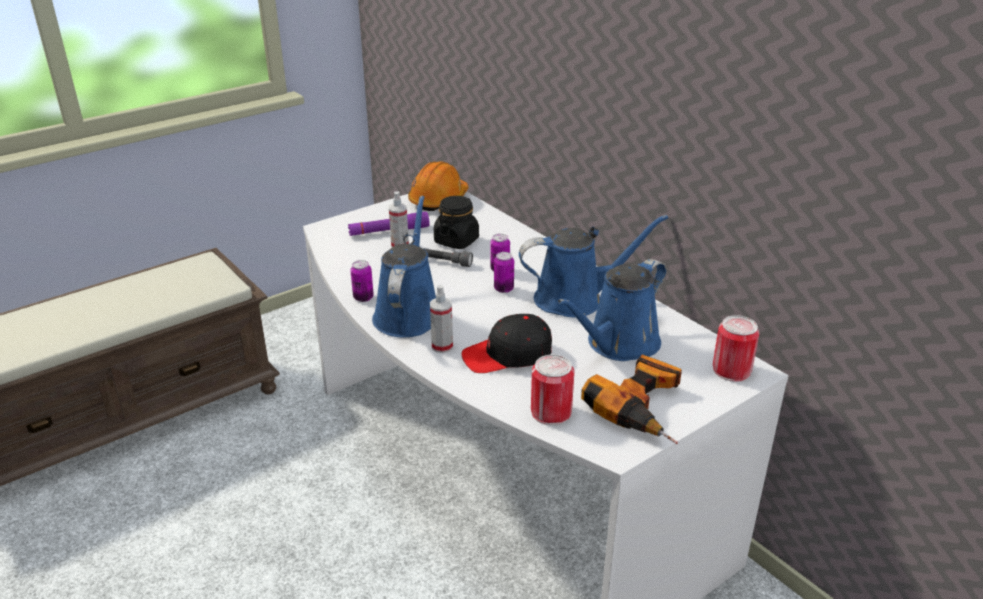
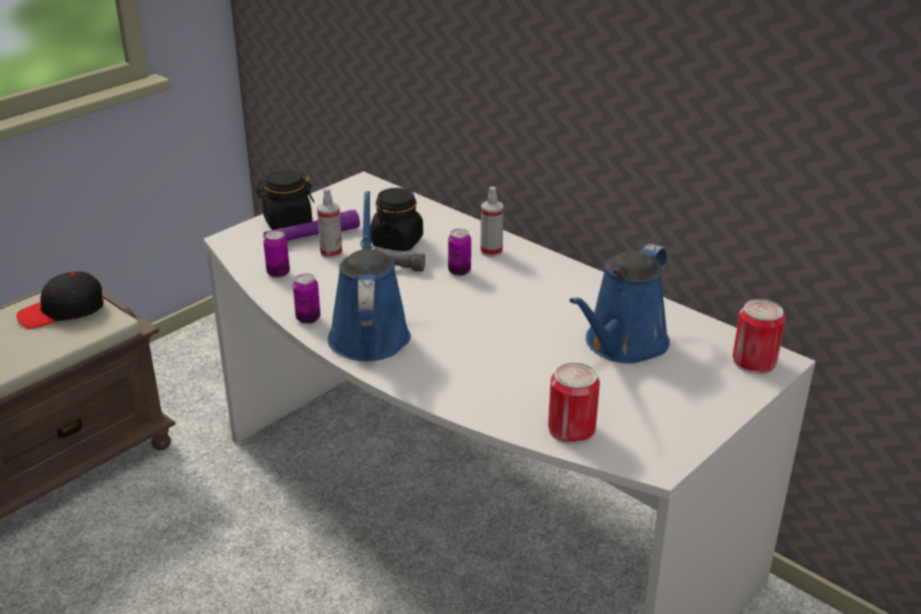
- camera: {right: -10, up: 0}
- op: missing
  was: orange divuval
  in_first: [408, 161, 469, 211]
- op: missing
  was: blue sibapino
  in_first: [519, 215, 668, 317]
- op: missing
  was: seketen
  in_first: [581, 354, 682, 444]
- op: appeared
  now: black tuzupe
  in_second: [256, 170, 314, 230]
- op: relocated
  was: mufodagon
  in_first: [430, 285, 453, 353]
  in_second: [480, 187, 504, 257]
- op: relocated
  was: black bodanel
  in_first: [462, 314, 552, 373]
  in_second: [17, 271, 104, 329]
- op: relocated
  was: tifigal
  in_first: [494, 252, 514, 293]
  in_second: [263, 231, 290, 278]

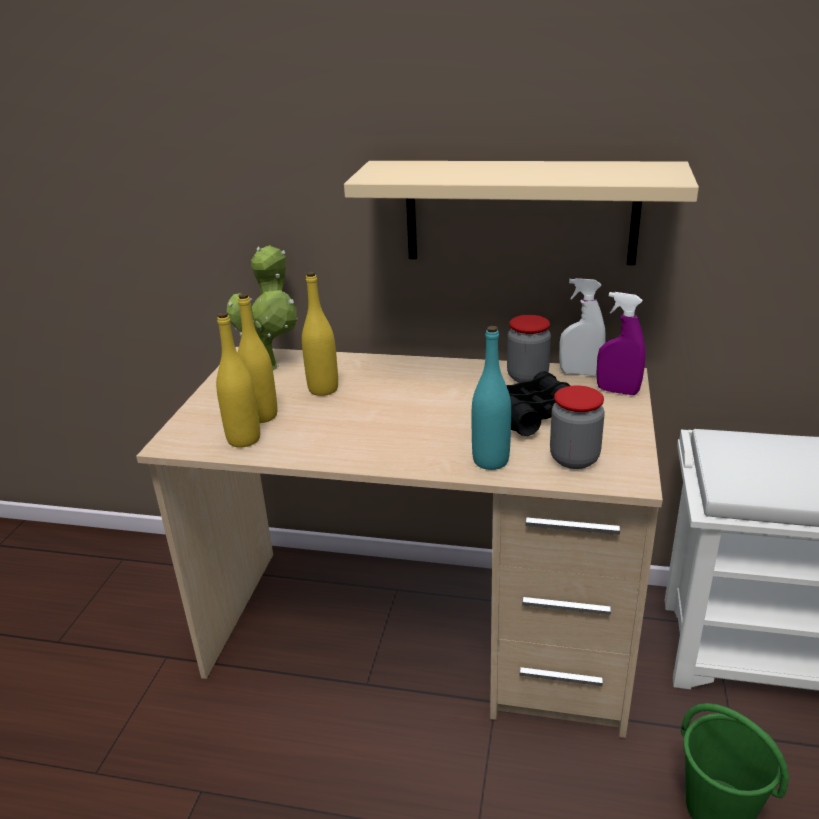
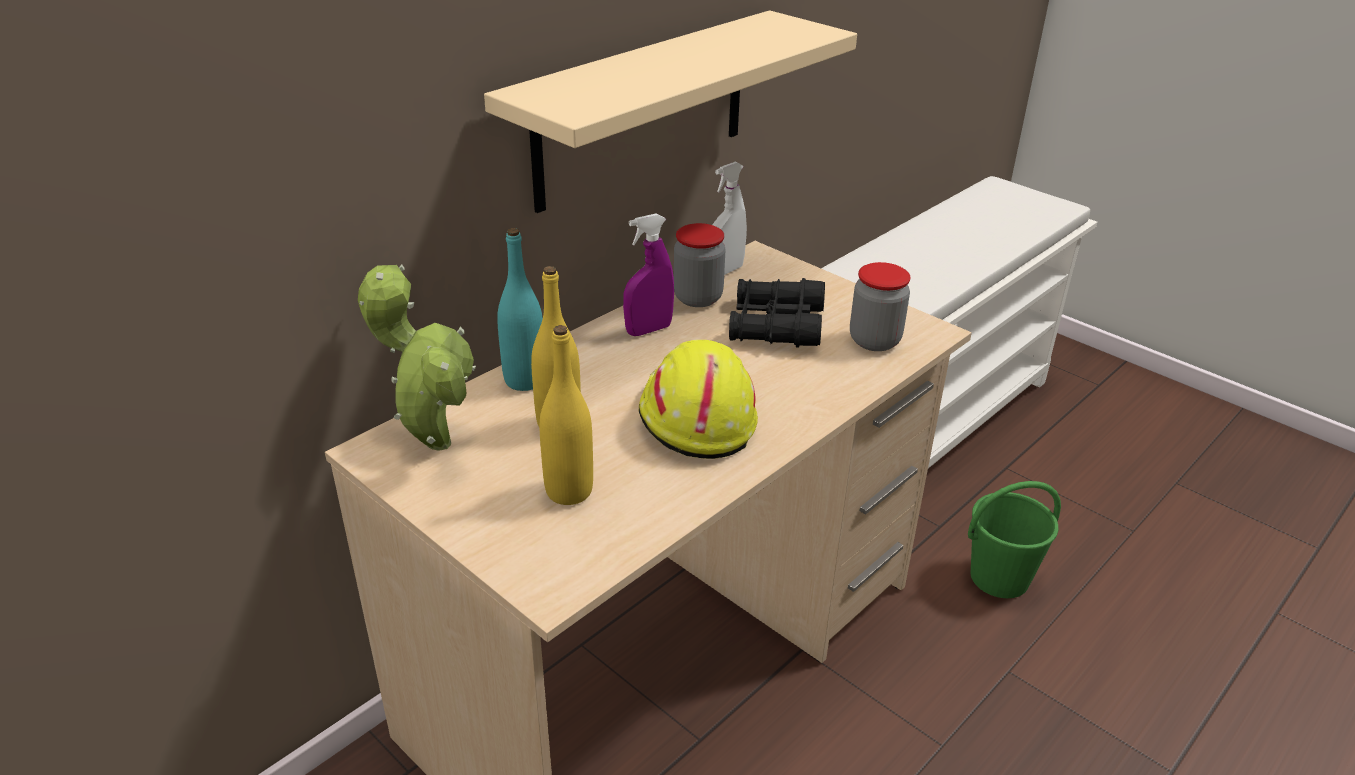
- camera: {right: -60, up: 5}
- op: missing
  was: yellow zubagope
  in_first: [216, 312, 260, 448]
- op: appeared
  now: yellow divuval
  in_second: [639, 340, 758, 459]
- op: relocated
  was: turquoise zubagope
  in_first: [472, 326, 511, 470]
  in_second: [497, 228, 543, 391]
- op: relocated
  was: purple mufodagon
  in_first: [596, 292, 645, 395]
  in_second: [623, 213, 674, 336]

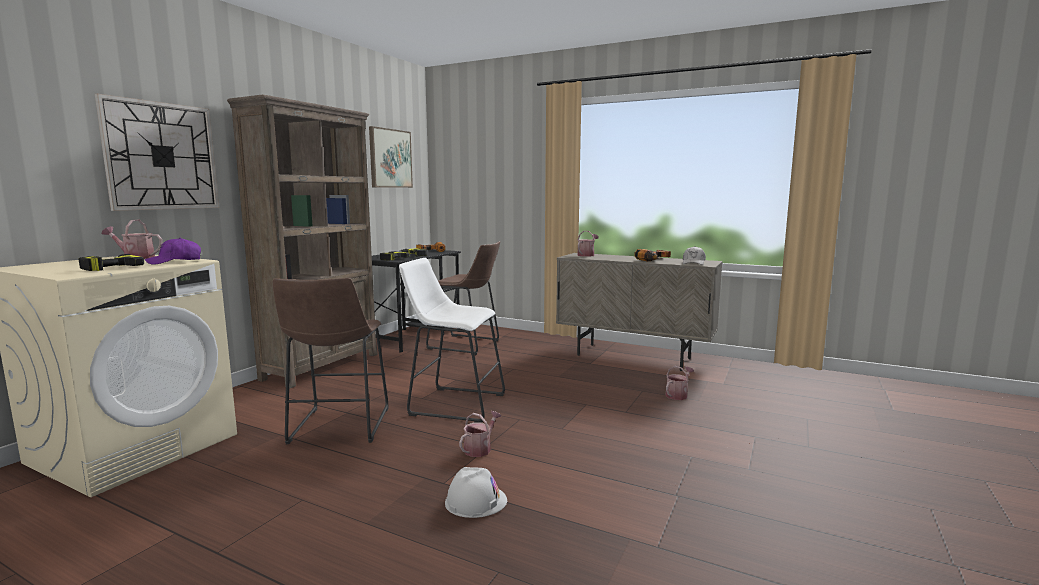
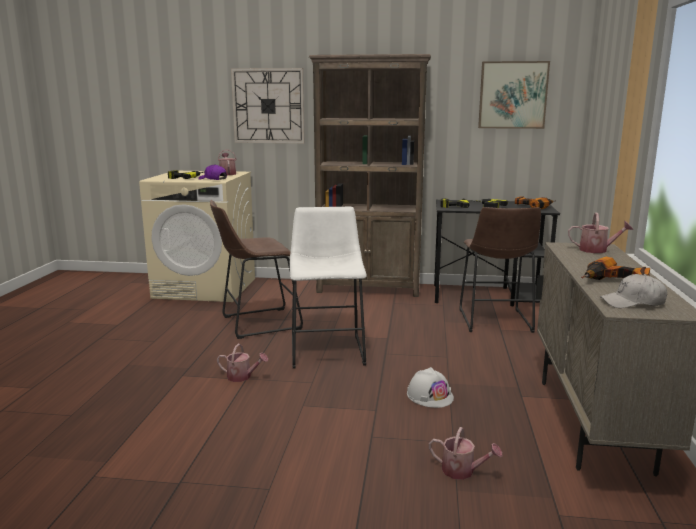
- camera: {right: 70, up: 5}
- op: relocated
  was: white divuval
  in_first: [445, 467, 507, 518]
  in_second: [407, 367, 454, 408]

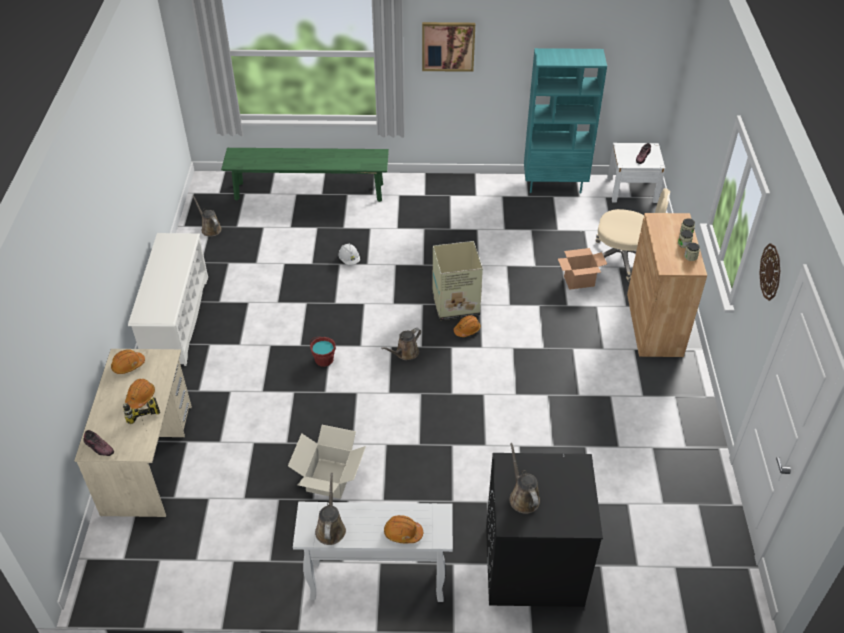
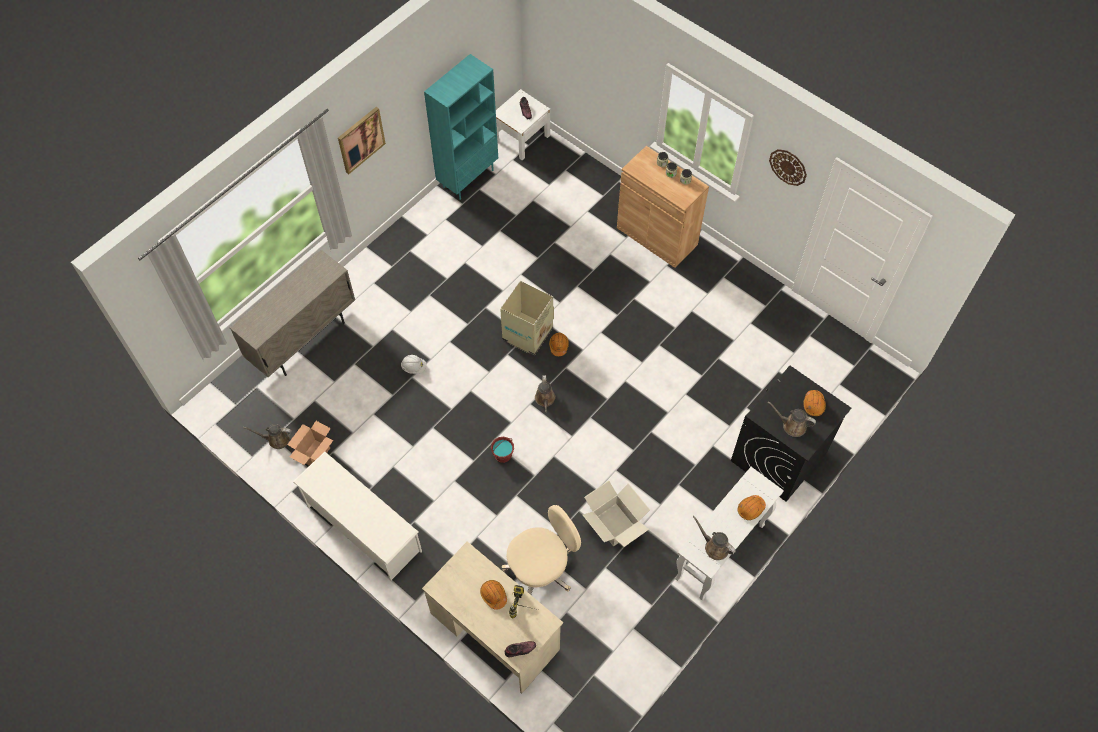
- camera: {right: -50, up: 15}
- op: relocated
  was: orange divuval
  in_first: [111, 349, 145, 374]
  in_second: [804, 390, 826, 416]
- op: relocated
  was: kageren
  in_first: [558, 248, 607, 290]
  in_second: [287, 421, 333, 466]
- op: relocated
  was: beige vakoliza
  in_first: [595, 188, 670, 281]
  in_second: [501, 505, 581, 595]
- op: exchanged
  was: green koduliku
  now: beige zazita
  in_first: [221, 148, 389, 202]
  in_second: [230, 250, 355, 377]

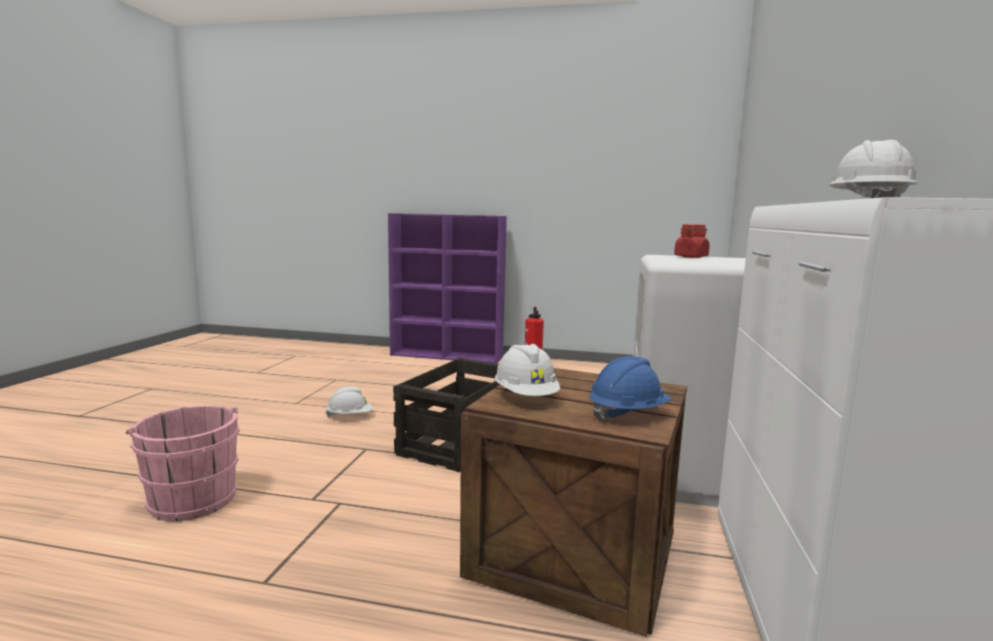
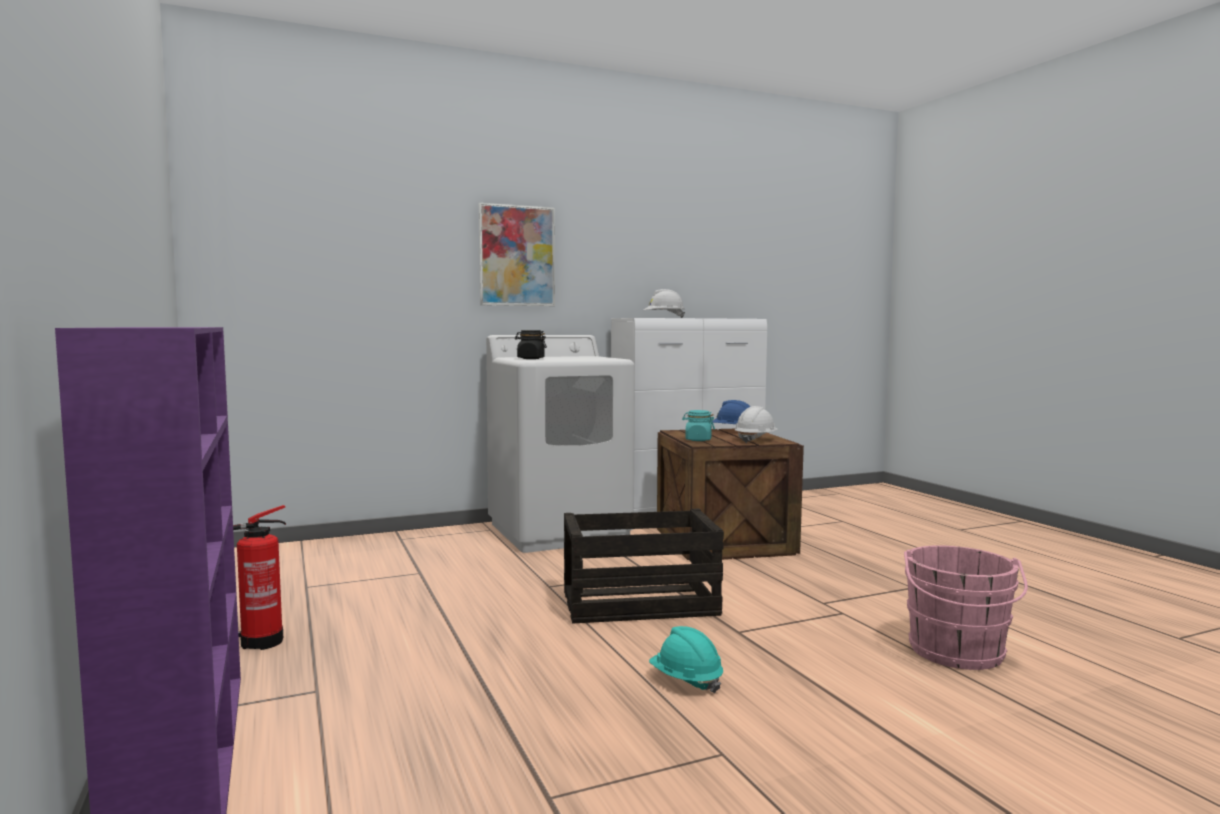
- camera: {right: -125, up: -5}
- op: appeared
  now: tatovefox
  in_second: [479, 203, 555, 306]
- op: appeared
  now: turquoise tuzupe
  in_second: [682, 410, 715, 441]
- op: colour
  was: white divuval
  now: turquoise divuval
  in_first: [325, 386, 373, 417]
  in_second: [649, 626, 723, 693]
- op: colour
  was: red tuzupe
  now: black tuzupe
  in_first: [674, 224, 710, 258]
  in_second: [515, 330, 547, 359]

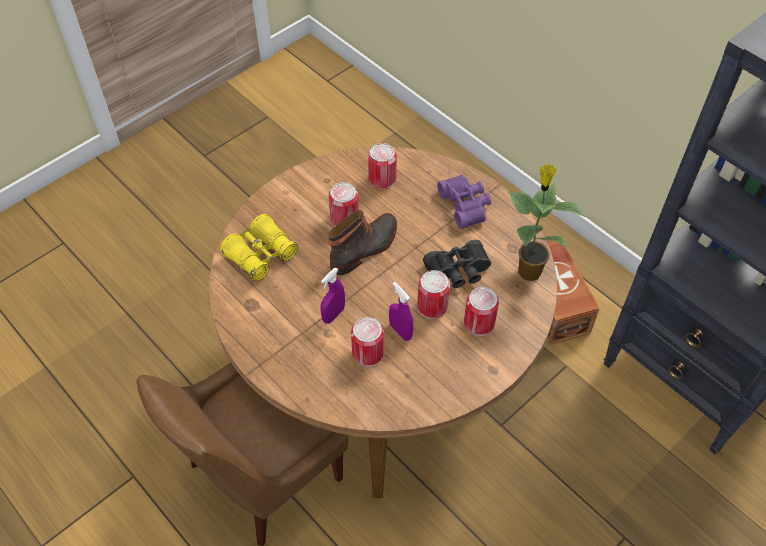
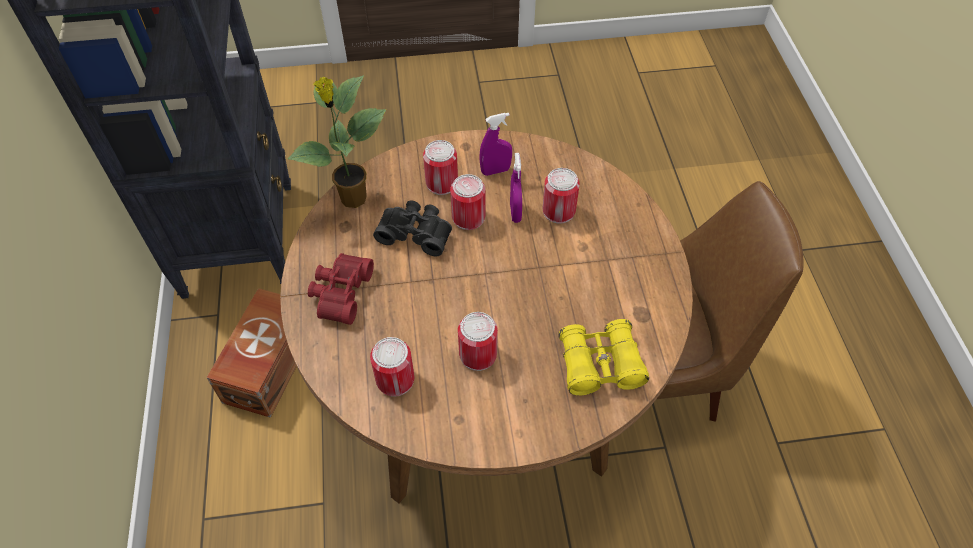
- camera: {right: -145, up: 0}
- op: missing
  was: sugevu
  in_first: [328, 210, 397, 275]
- op: relocated
  was: purple mufodagon
  in_first: [320, 267, 345, 324]
  in_second: [479, 113, 512, 176]
- op: colour
  was: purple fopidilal
  now: red fopidilal
  in_first: [437, 175, 491, 229]
  in_second: [308, 253, 374, 325]

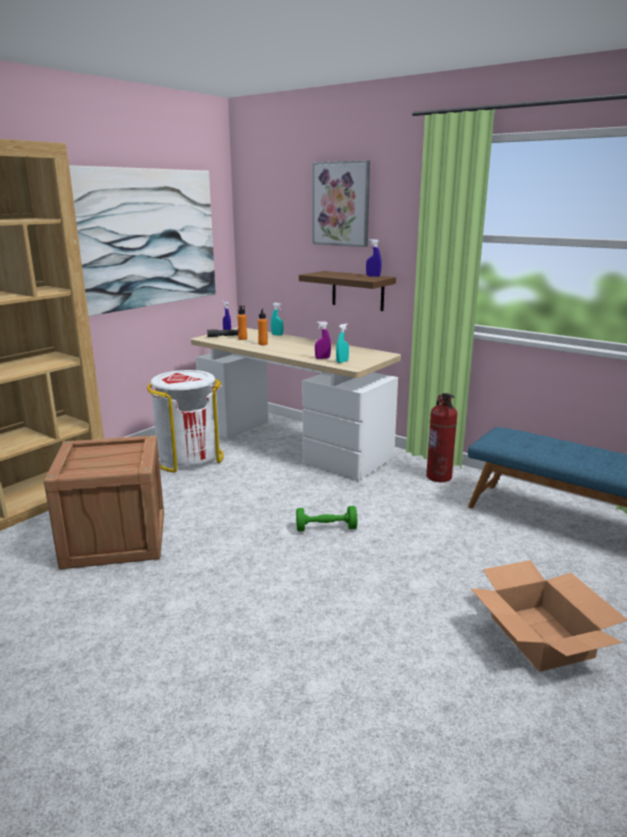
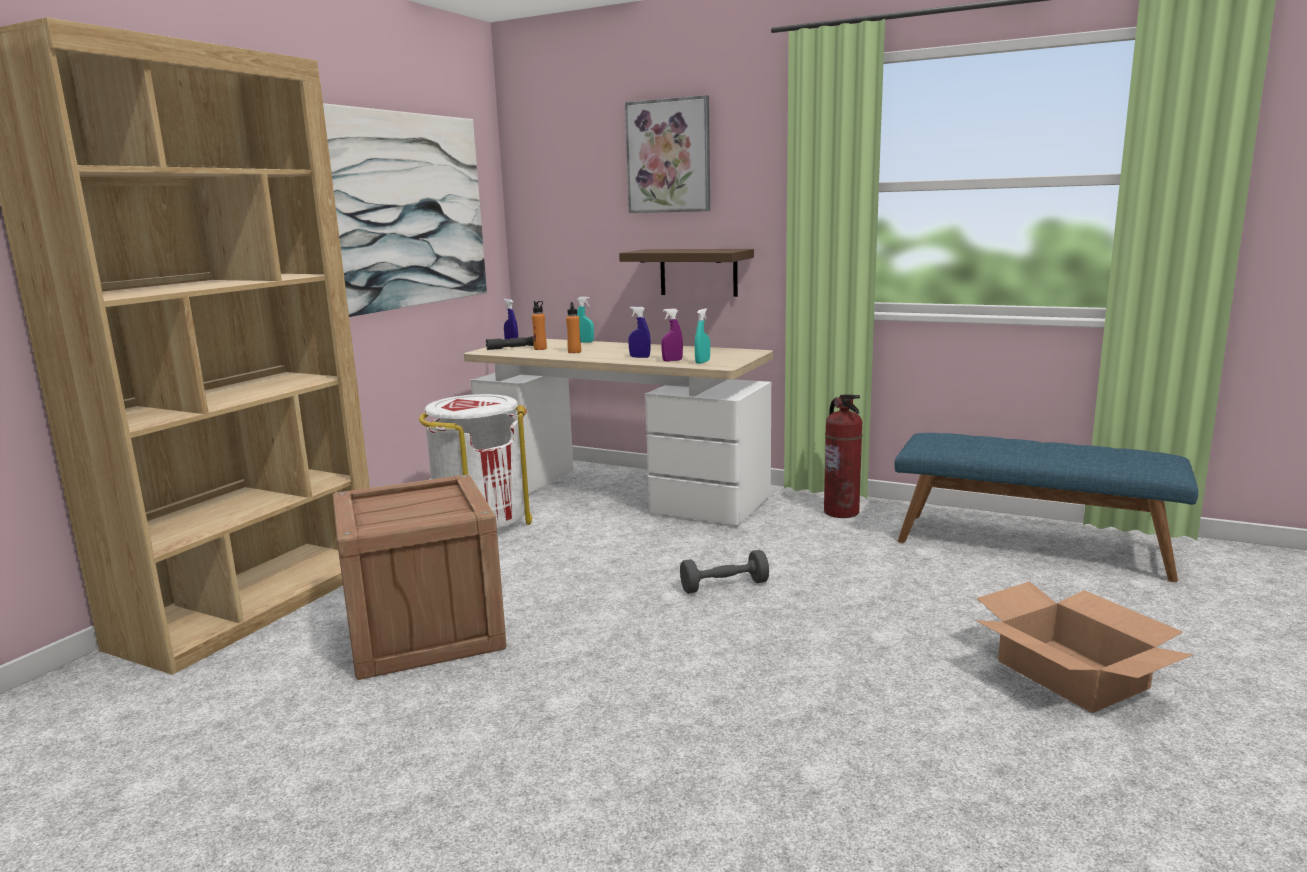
- camera: {right: -10, up: -5}
- op: relocated
  was: blue mufodagon
  in_first: [366, 239, 382, 277]
  in_second: [628, 306, 651, 358]
- op: colour
  was: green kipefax
  now: grey kipefax
  in_first: [296, 506, 357, 532]
  in_second: [680, 550, 769, 594]

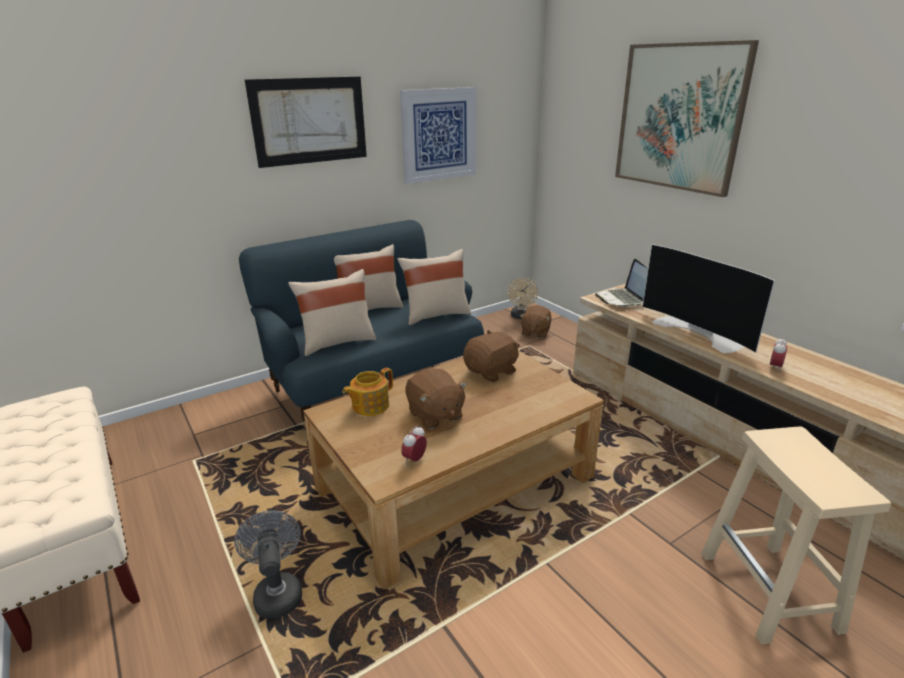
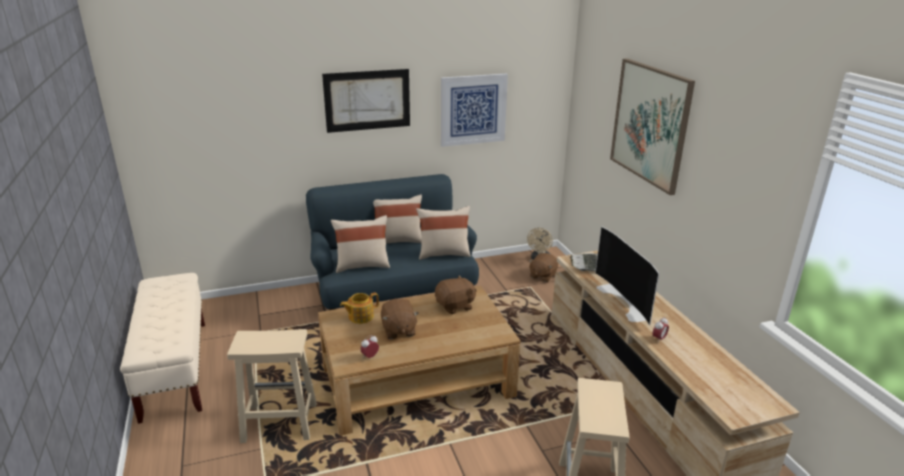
- camera: {right: 15, up: 0}
- op: exchanged
  was: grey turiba
  now: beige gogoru
  in_first: [234, 510, 302, 619]
  in_second: [227, 329, 317, 443]

